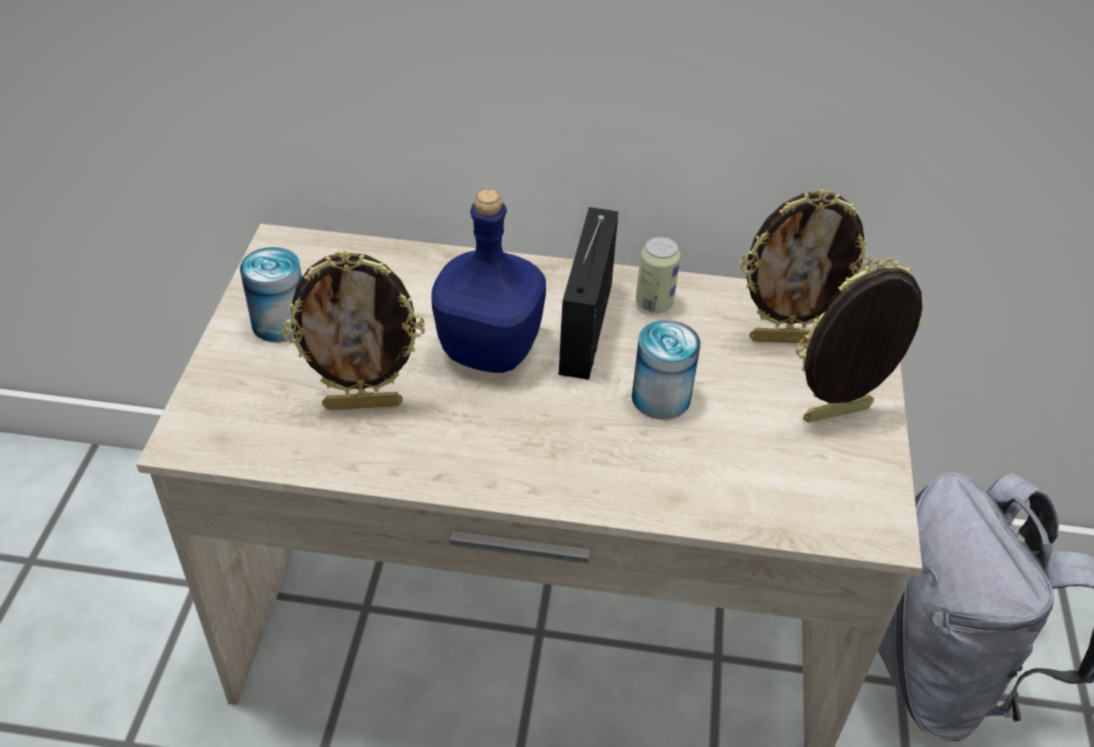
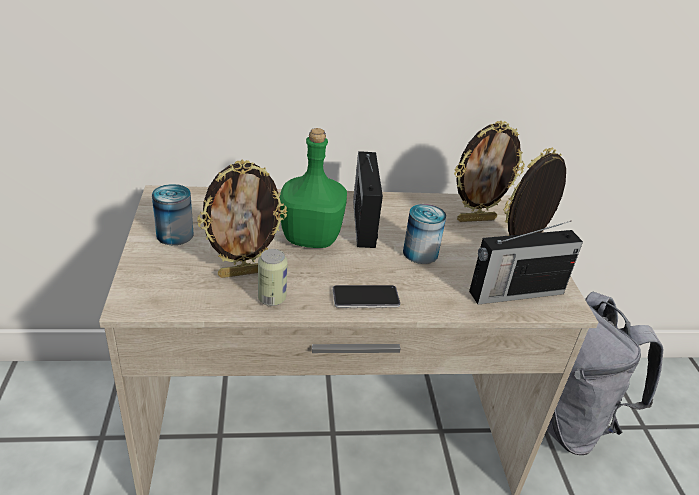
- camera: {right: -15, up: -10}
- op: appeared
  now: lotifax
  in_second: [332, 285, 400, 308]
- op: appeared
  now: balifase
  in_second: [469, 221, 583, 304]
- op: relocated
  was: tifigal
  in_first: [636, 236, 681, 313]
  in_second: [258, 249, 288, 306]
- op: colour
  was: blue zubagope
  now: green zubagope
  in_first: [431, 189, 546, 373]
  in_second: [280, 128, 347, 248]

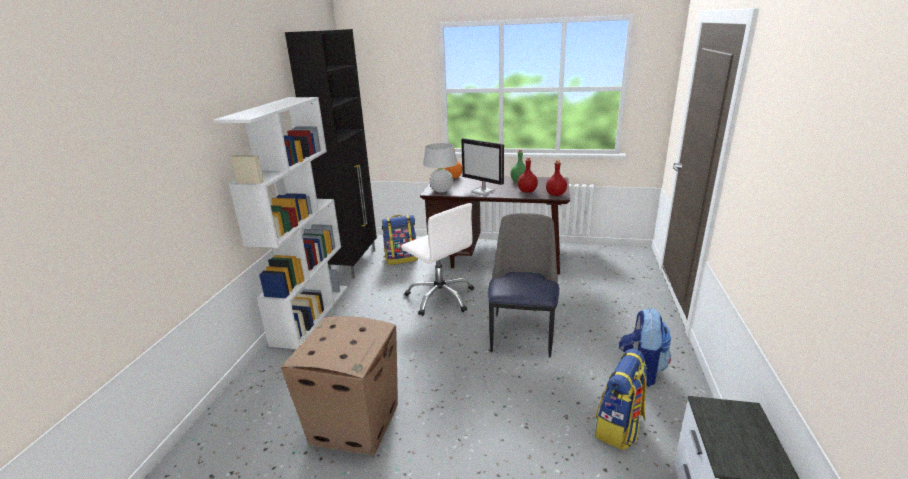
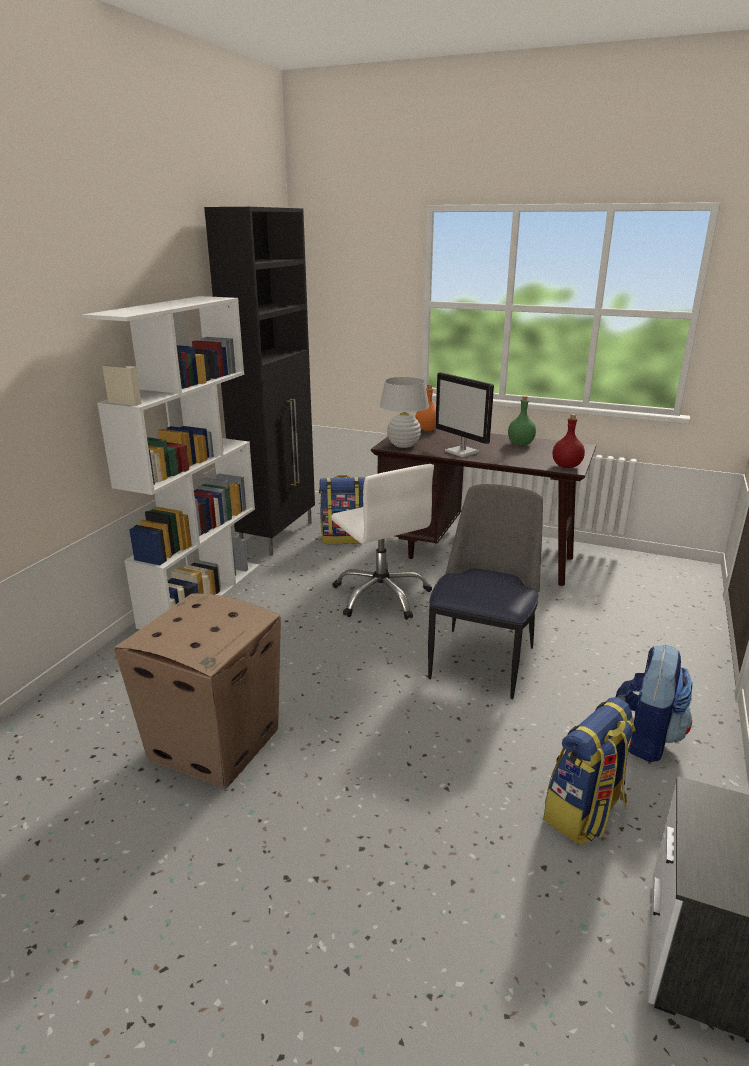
- camera: {right: 10, up: 0}
- op: missing
  was: red zubagope
  in_first: [518, 157, 538, 193]

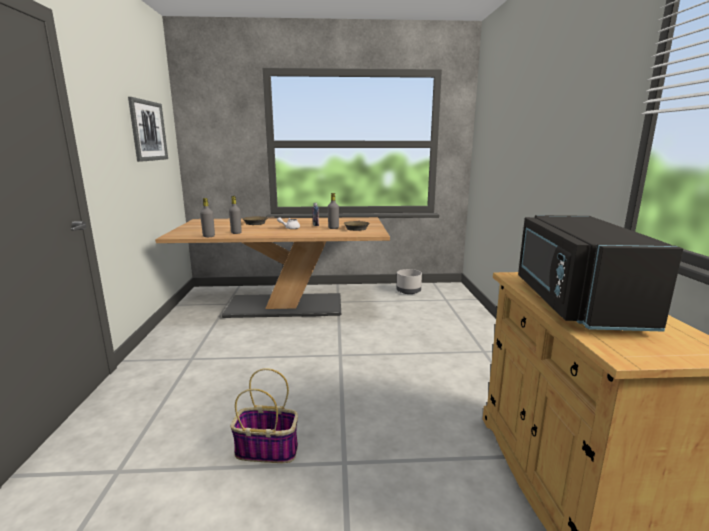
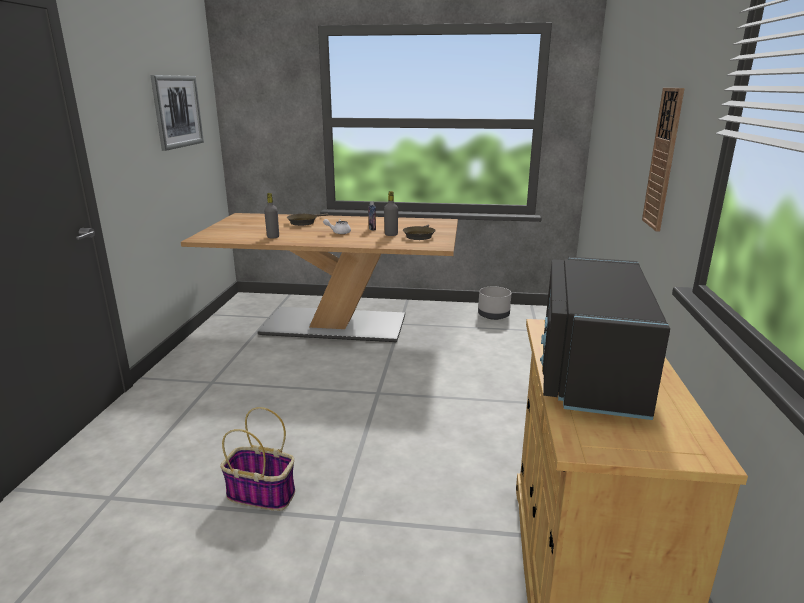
- camera: {right: 10, up: 5}
- op: missing
  was: grey zubagope
  in_first: [200, 198, 215, 237]
- op: appeared
  now: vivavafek
  in_second: [642, 88, 685, 231]

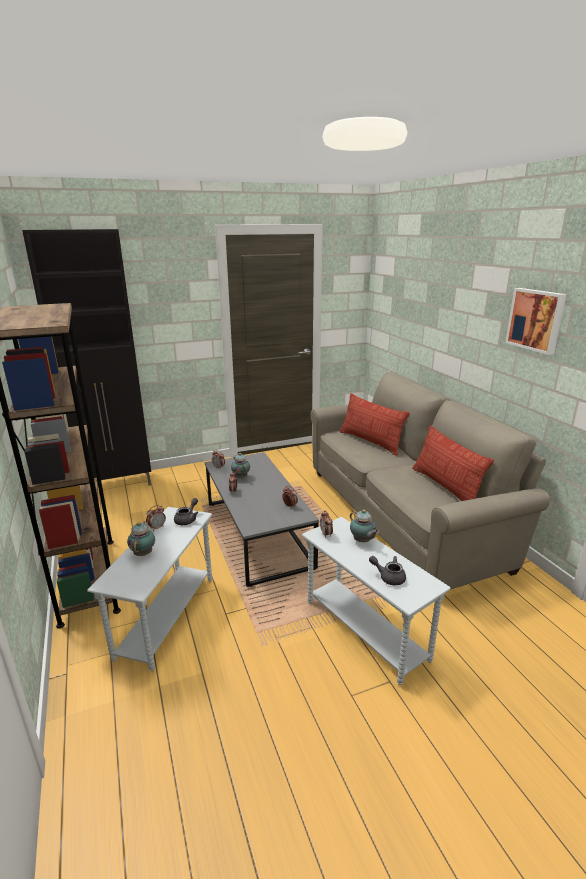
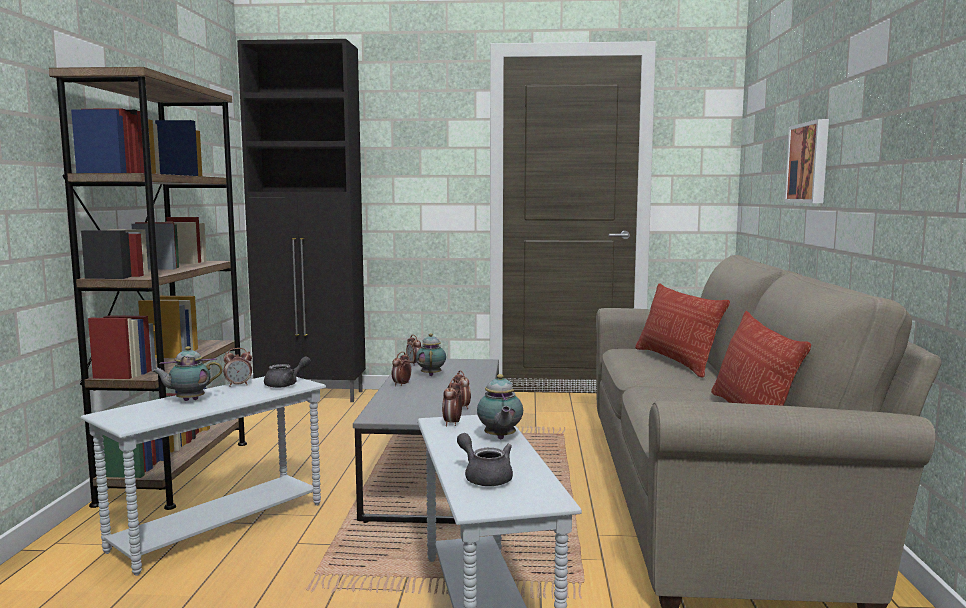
- camera: {right: 25, up: -15}
- op: relocated
  was: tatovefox
  in_first: [505, 288, 566, 355]
  in_second: [784, 119, 829, 203]
- op: spun
  was: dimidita
  in_first: [127, 521, 155, 556]
  in_second: [152, 346, 223, 401]
  clockwise: -135

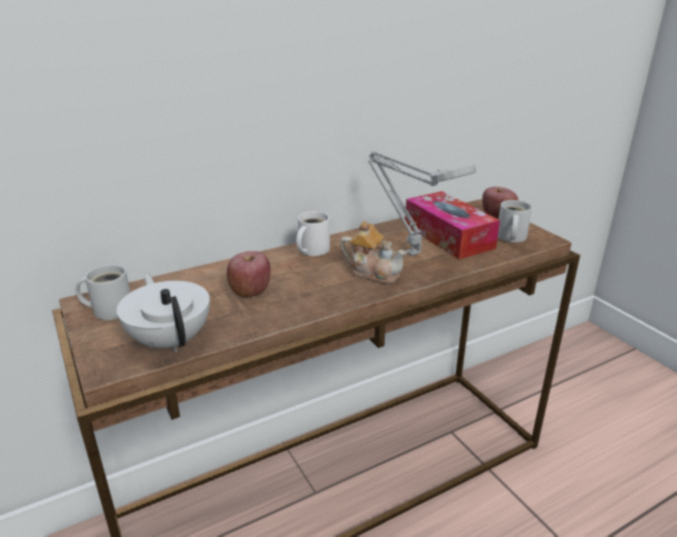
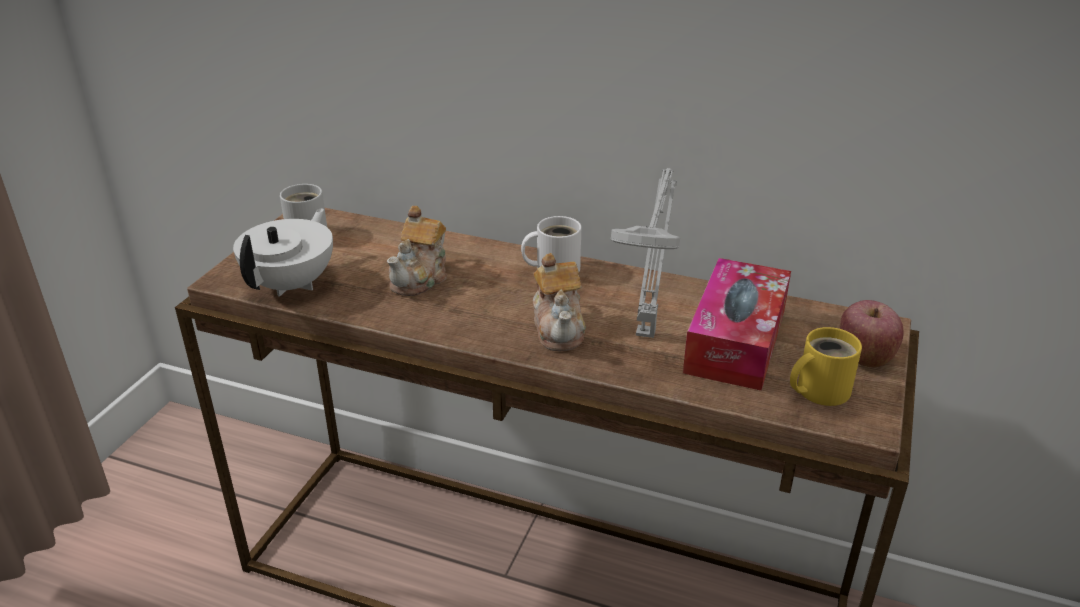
- camera: {right: 50, up: 5}
- op: exchanged
  was: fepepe
  now: dimidita
  in_first: [227, 251, 270, 297]
  in_second: [387, 206, 447, 296]
- op: colour
  was: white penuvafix
  now: yellow penuvafix
  in_first: [498, 200, 532, 242]
  in_second: [790, 327, 862, 406]

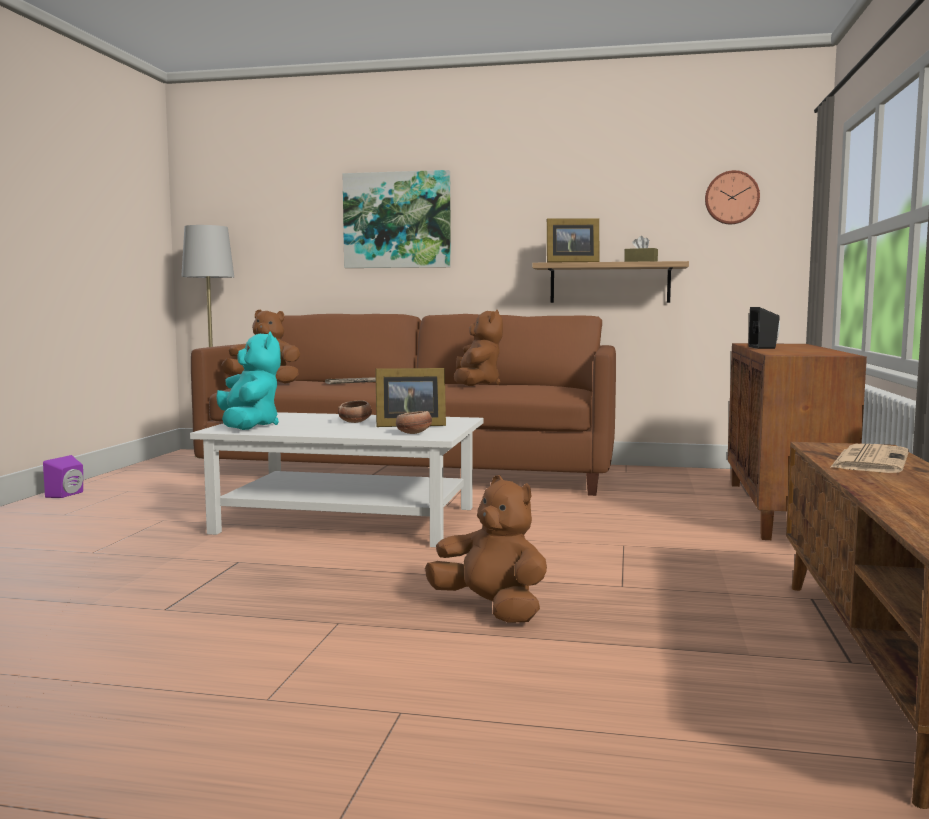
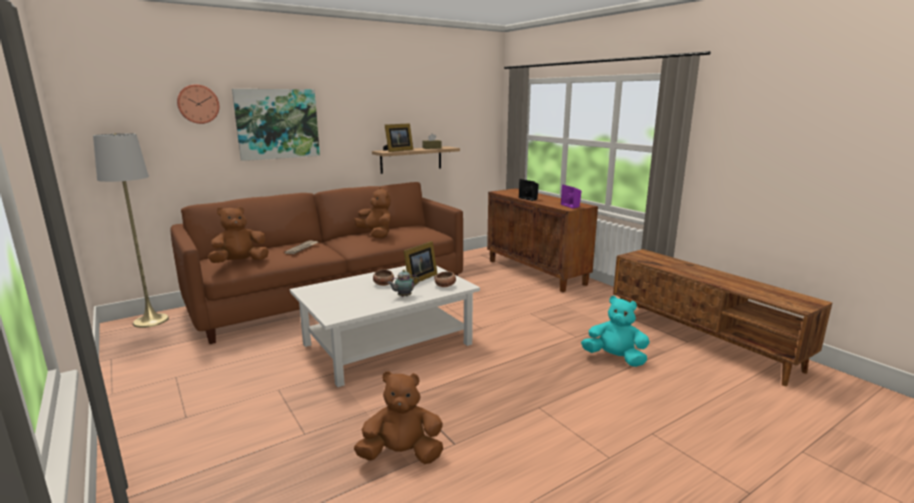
- camera: {right: -45, up: 10}
- op: missing
  was: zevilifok
  in_first: [830, 444, 909, 473]
- op: appeared
  now: dimidita
  in_second: [387, 270, 420, 297]
- op: relocated
  was: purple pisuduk
  in_first: [43, 455, 83, 498]
  in_second: [561, 184, 581, 209]
- op: relocated
  was: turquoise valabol
  in_first: [216, 331, 281, 430]
  in_second: [581, 296, 650, 367]
- op: relocated
  was: brown valabol
  in_first: [425, 475, 547, 623]
  in_second: [354, 371, 443, 464]
- op: relocated
  was: vivavafek
  in_first: [705, 170, 760, 224]
  in_second: [177, 84, 219, 124]

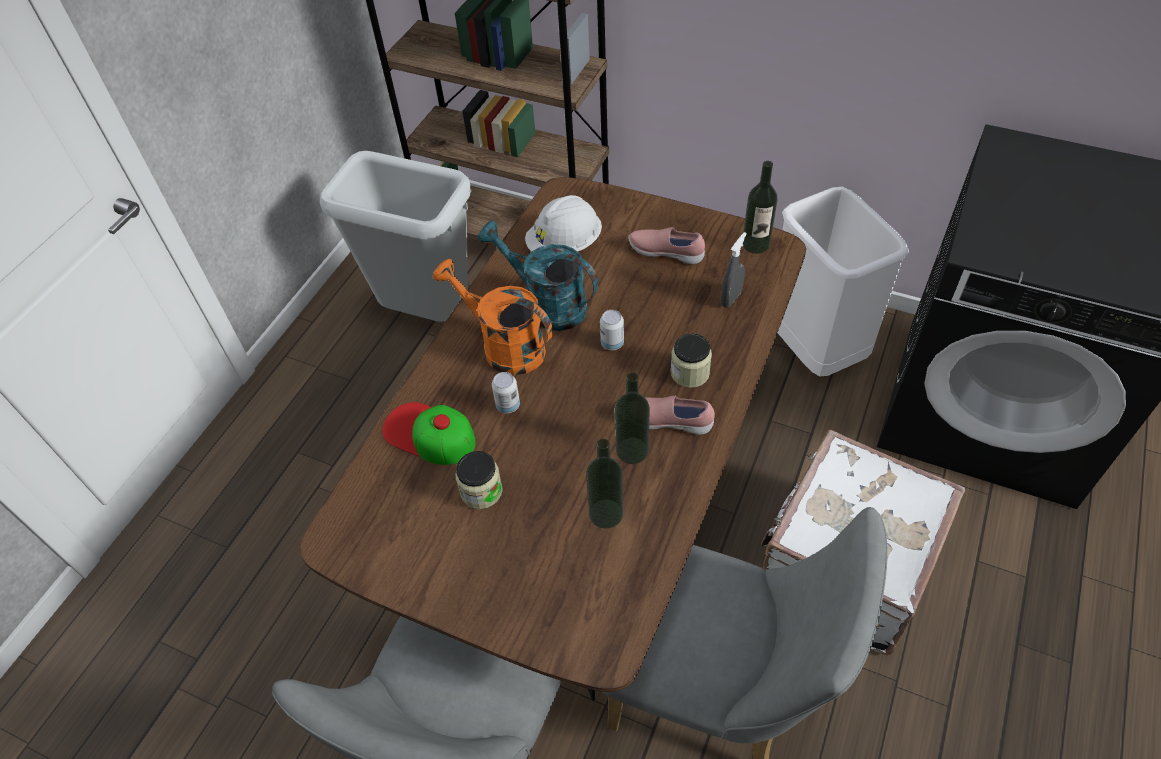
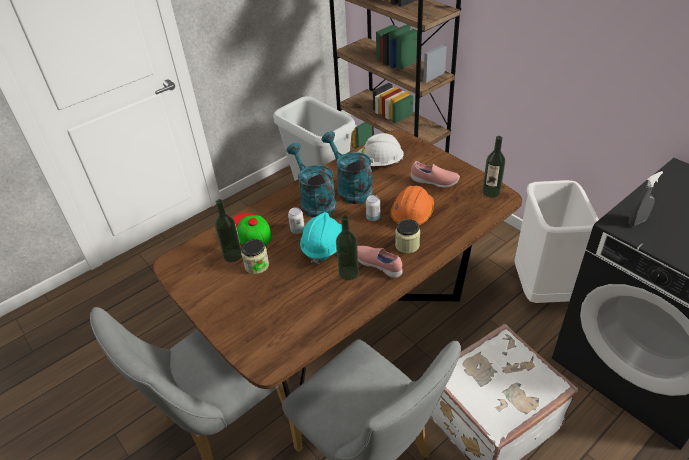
- camera: {right: 25, up: -10}
- op: appeared
  now: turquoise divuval
  in_second: [300, 212, 342, 265]
- op: appeared
  now: orange divuval
  in_second: [390, 186, 434, 225]
- op: relocated
  was: zubagope
  in_first: [586, 439, 623, 529]
  in_second: [215, 199, 242, 262]
- op: relocated
  was: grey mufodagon
  in_first: [721, 232, 747, 308]
  in_second: [628, 171, 663, 226]
- op: colour
  was: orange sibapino
  now: turquoise sibapino
  in_first: [433, 259, 553, 375]
  in_second: [286, 143, 337, 218]
- op: spun
  was: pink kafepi
  in_first: [628, 227, 705, 264]
  in_second: [411, 161, 460, 188]
  clockwise: 150

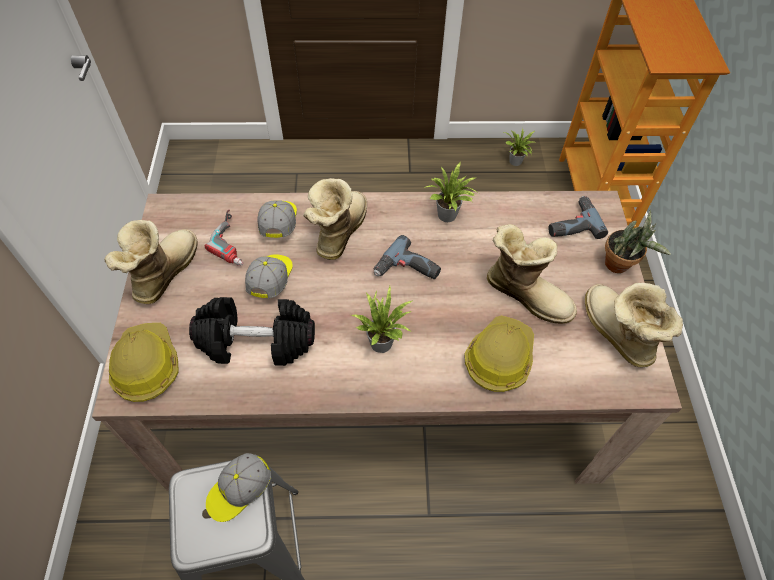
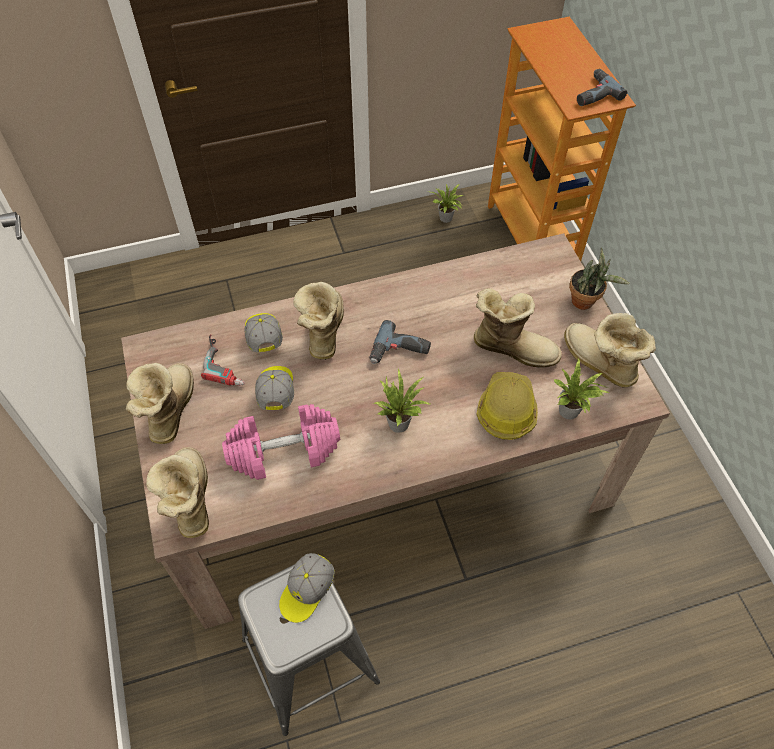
- camera: {right: -15, up: 0}
- op: relocated
  was: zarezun
  in_first: [424, 161, 479, 222]
  in_second: [553, 359, 610, 419]
- op: relocated
  was: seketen
  in_first: [548, 196, 608, 239]
  in_second: [577, 69, 627, 106]
- op: exchanged
  was: divuval
  now: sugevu
  in_first: [109, 323, 179, 402]
  in_second: [146, 447, 209, 538]
- op: colour
  was: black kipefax
  now: pink kipefax
  in_first: [189, 297, 315, 366]
  in_second: [222, 404, 340, 480]

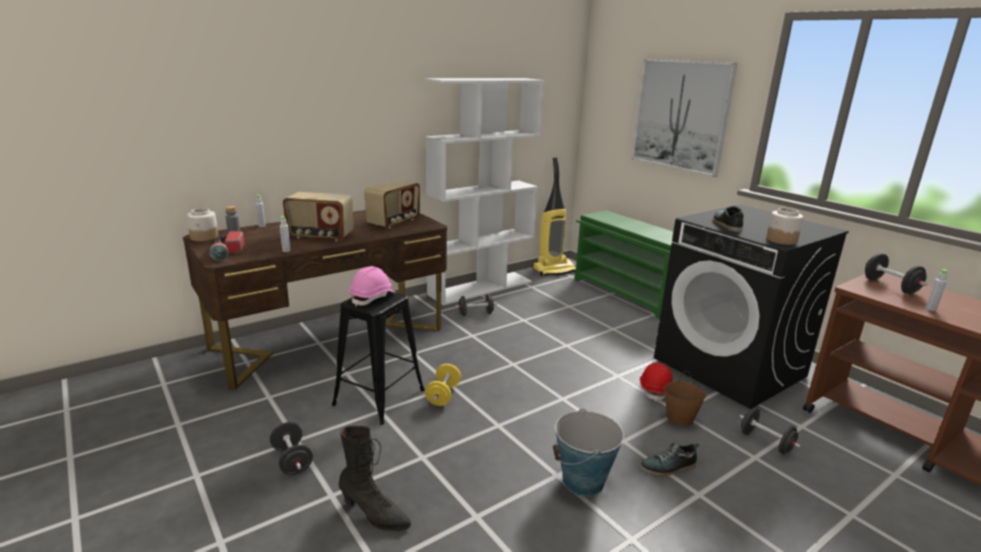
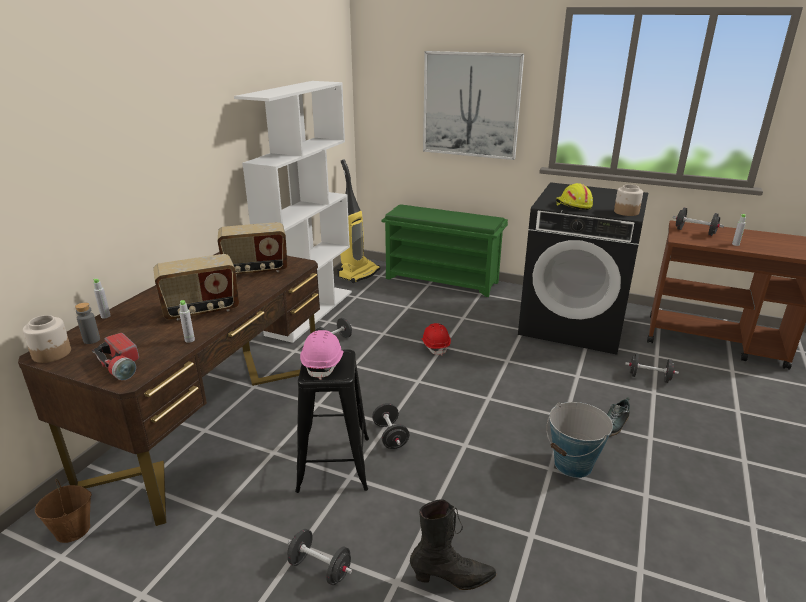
- camera: {right: -30, up: 5}
- op: relocated
  was: red divuval
  in_first: [640, 363, 673, 402]
  in_second: [421, 323, 451, 356]
- op: relocated
  was: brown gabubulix
  in_first: [664, 371, 706, 426]
  in_second: [35, 478, 92, 543]
- op: exchanged
  was: kafepi
  now: yellow divuval
  in_first: [714, 206, 744, 232]
  in_second: [556, 183, 593, 210]
- op: colour
  was: yellow kipefax
  now: black kipefax
  in_first: [425, 364, 461, 406]
  in_second: [372, 403, 409, 449]
- op: spun
  was: balifase
  in_first: [364, 180, 420, 228]
  in_second: [218, 222, 288, 276]
  clockwise: 75

